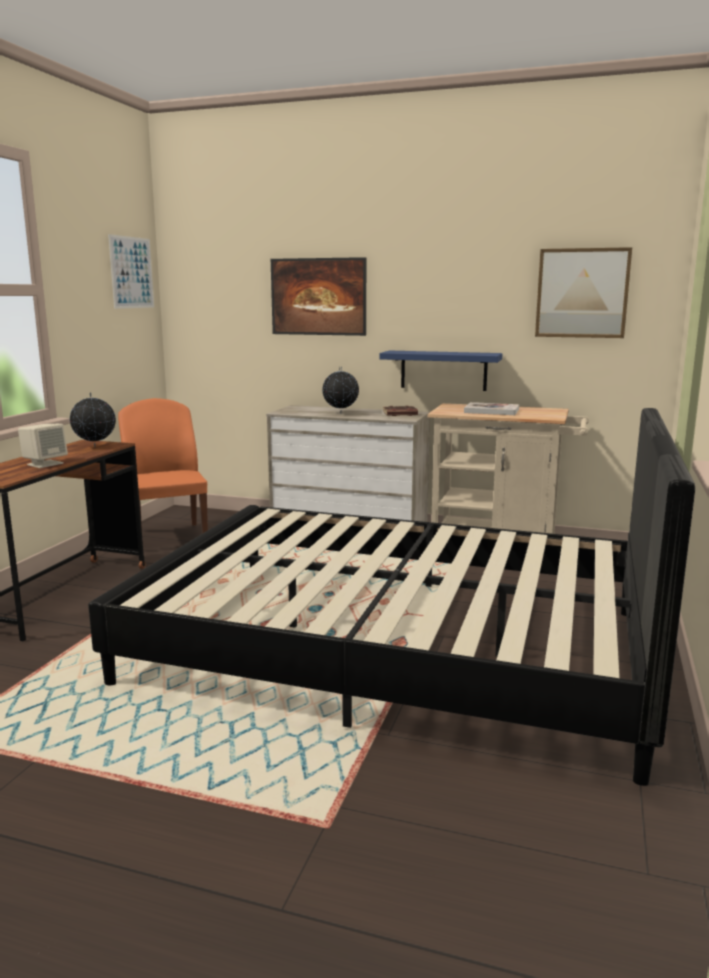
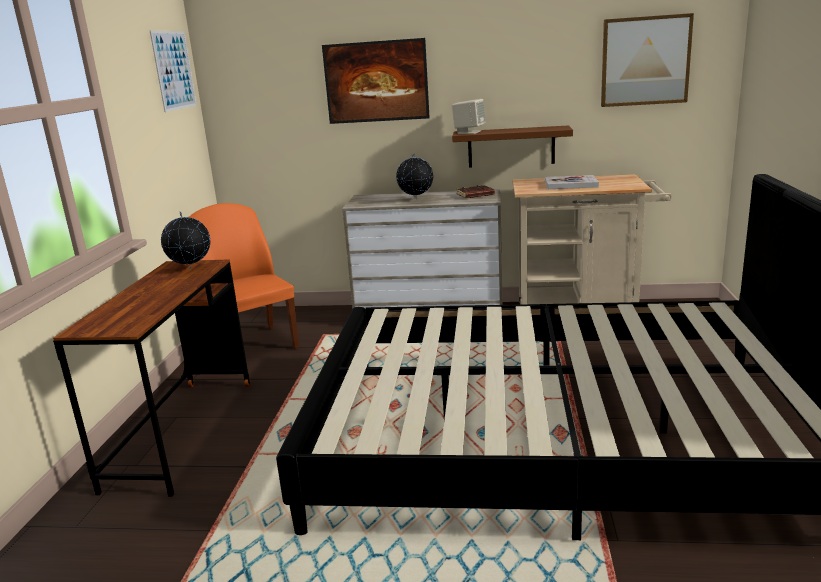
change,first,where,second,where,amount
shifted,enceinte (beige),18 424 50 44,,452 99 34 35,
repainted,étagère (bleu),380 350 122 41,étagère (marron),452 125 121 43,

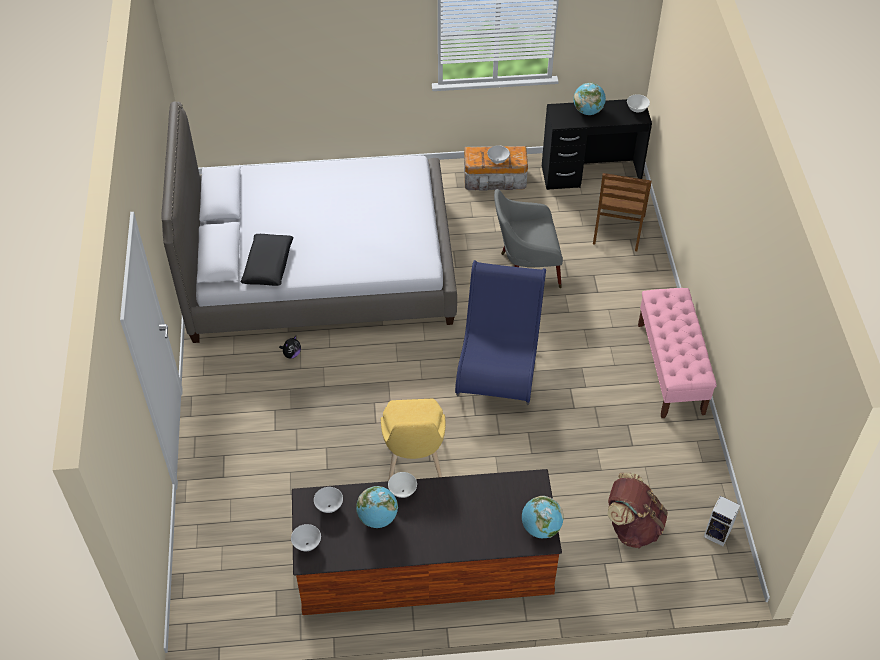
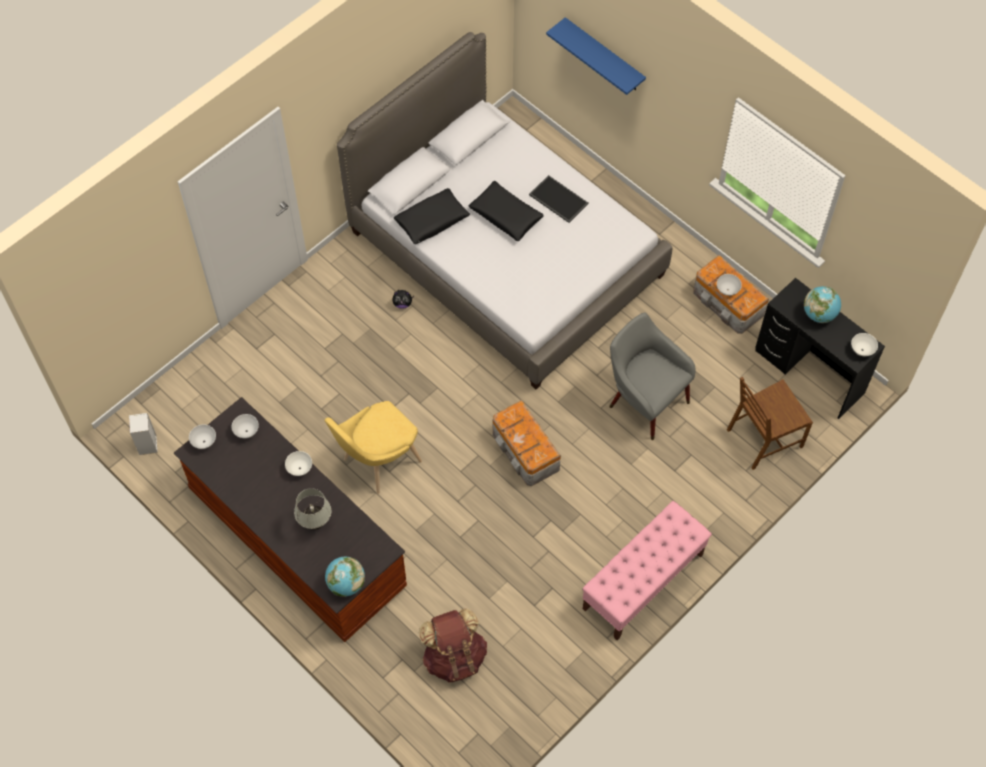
change,first,where,second,where,amount
gone,globe,356 486 42 42,,,
new,,,lampe de table (blanc),294 488 37 42,
new,,,coussin (noir),469 181 75 60,
new,,,plateau,529 175 60 48,
new,,,étagère (bleu),546 17 100 78,
shifted,enceinte,704 496 36 50,,129 413 29 42,
swapped,chaise (bleu),455 260 91 145,boîte de rangement,493 400 68 86,

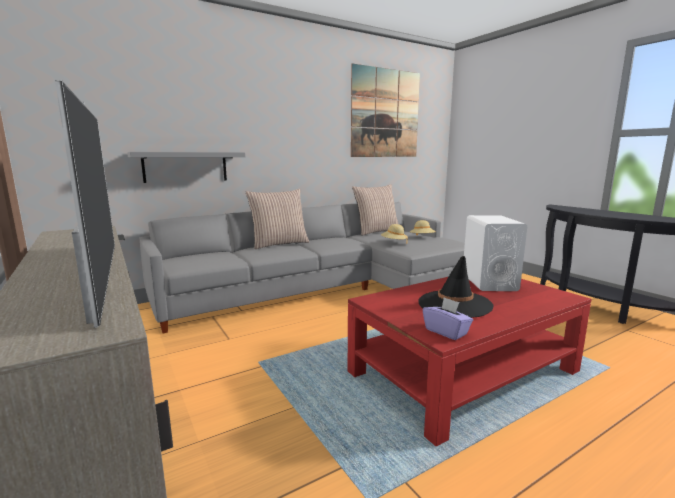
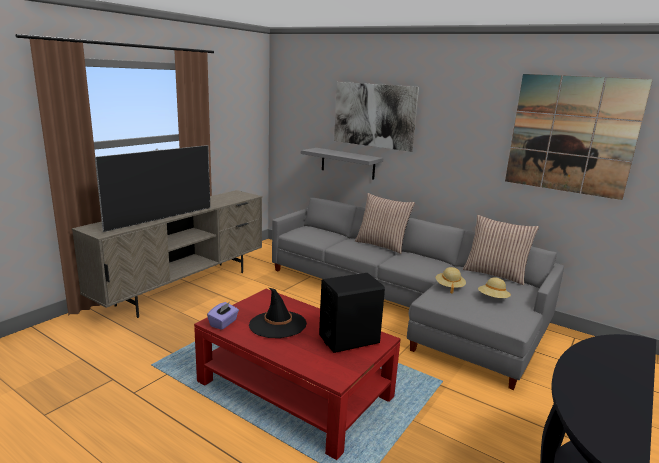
change,first,where,second,where,amount
new,,,tableau,334 82 85 70,
repainted,enceinte (blanc),464 215 63 76,enceinte (noir),319 273 66 80,

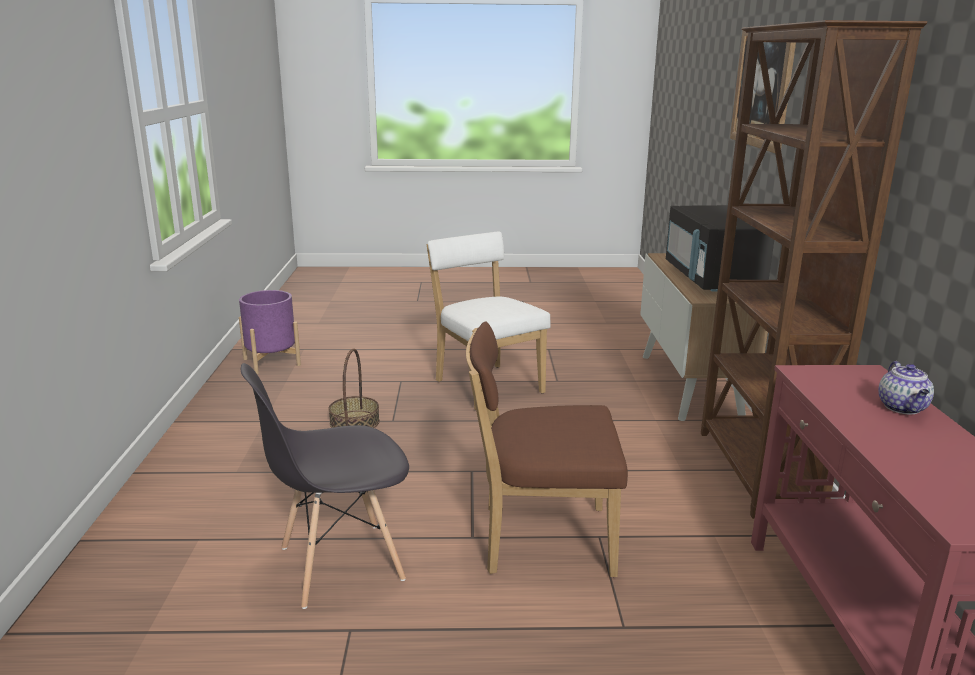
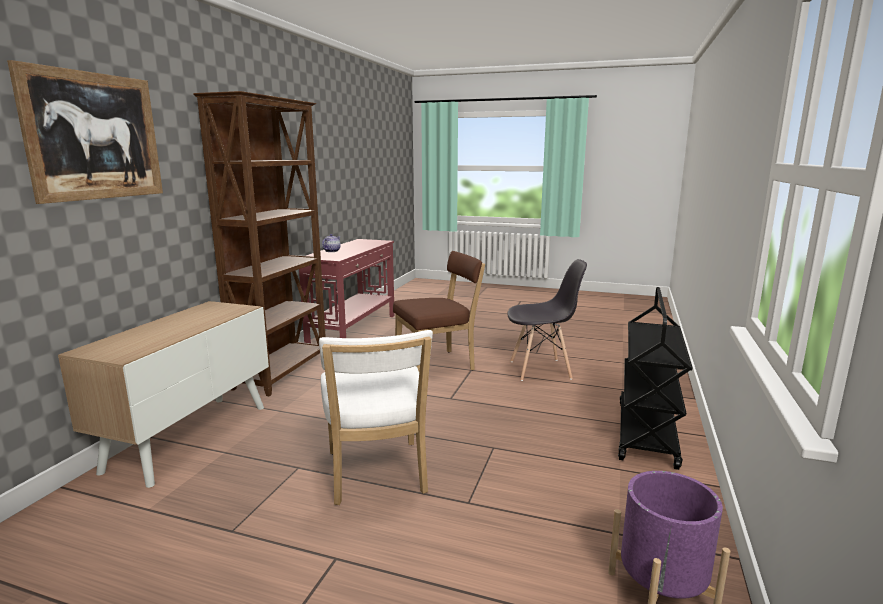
change,first,where,second,where,amount
gone,panier,328 349 52 79,,,
gone,micro-ondes (noir),666 205 108 86,,,
new,,,chariot (noir),618 287 75 183,
rotated,chaise (marron),466 321 162 256,,393 251 92 121,45 degrees counterclockwise

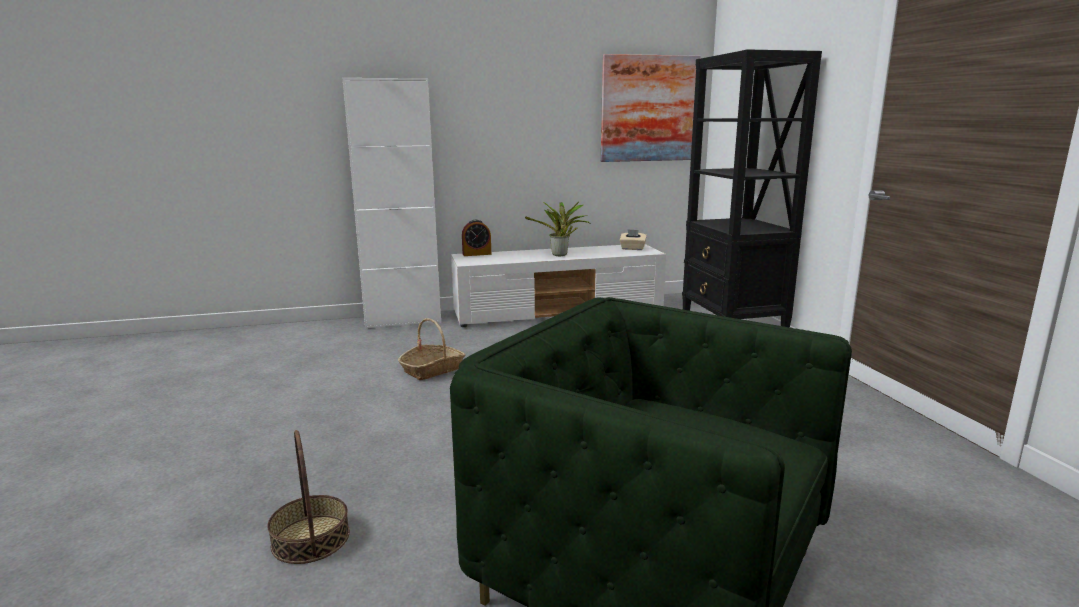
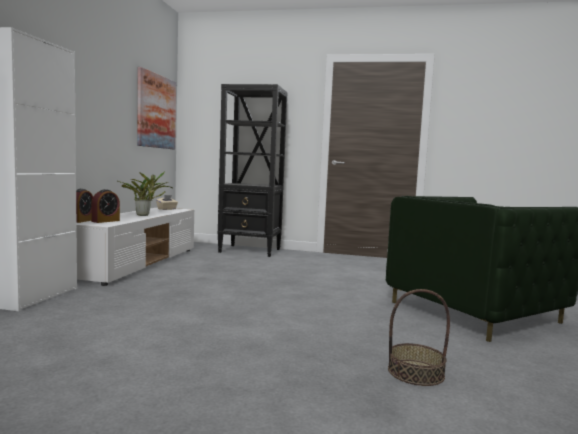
change,first,where,second,where,amount
gone,panier,398 318 67 62,,,
new,,,réveil,91 189 29 34,

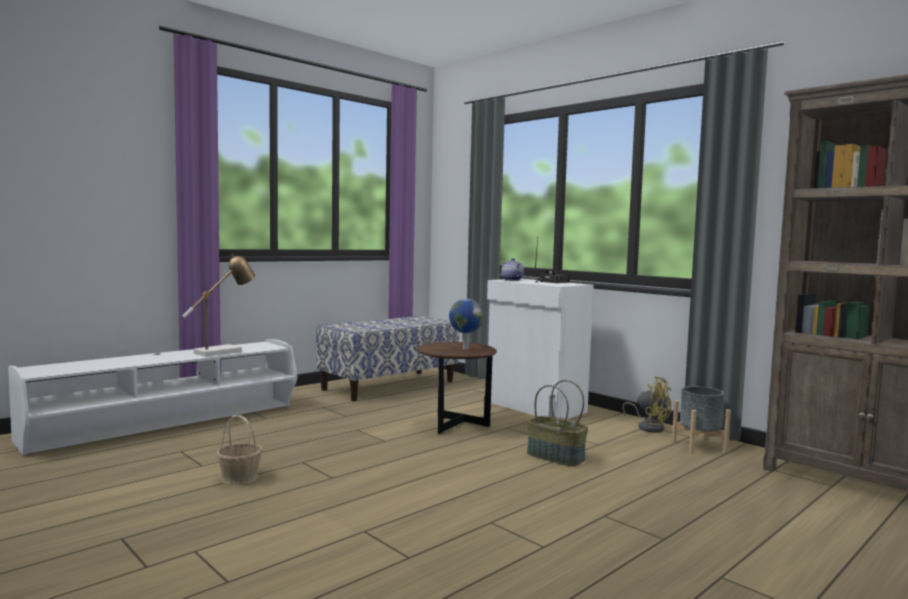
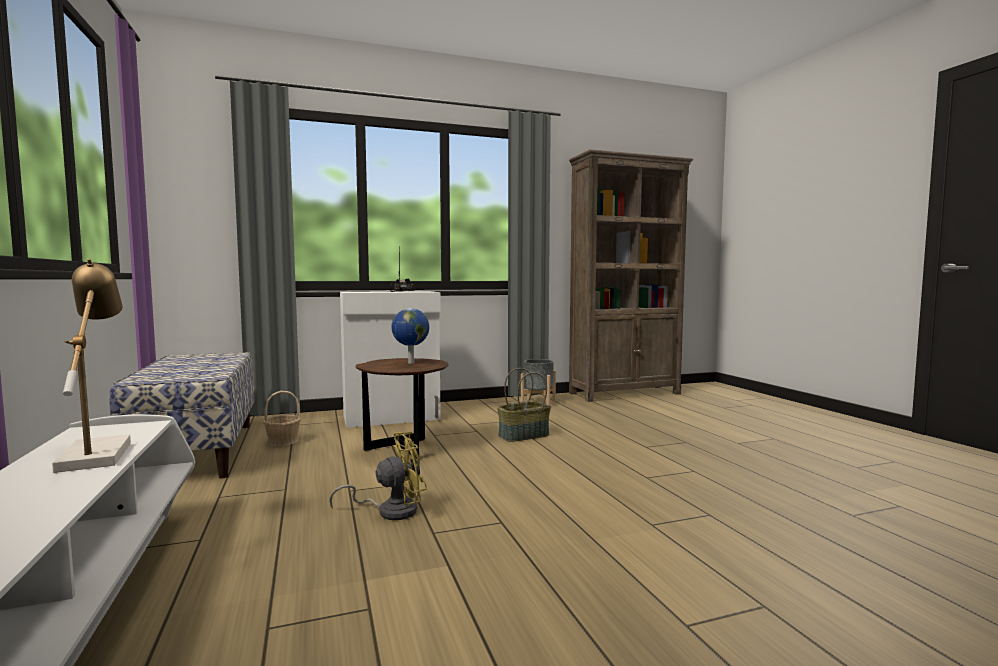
change,first,where,second,where,amount
gone,théière,501 258 23 23,,,
shifted,panier,216 415 47 70,,263 391 38 55,
shifted,ventilateur (jaune),622 376 49 56,,329 432 98 88,

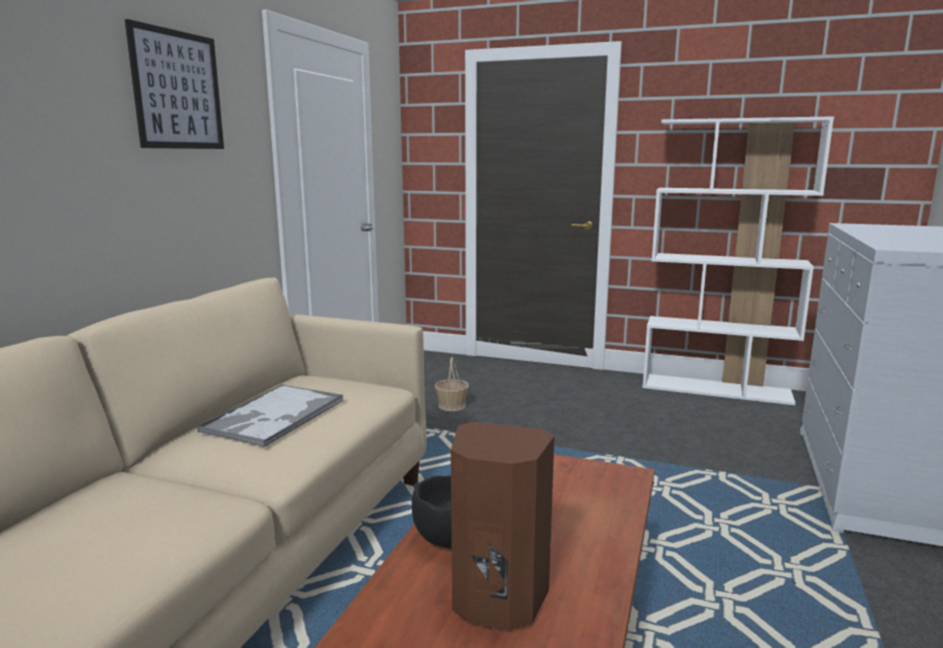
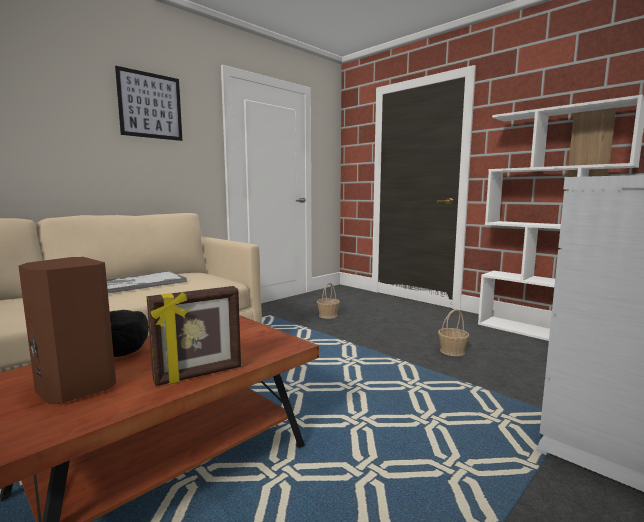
change,first,where,second,where,amount
new,,,cadre photo,147 286 94 100,
new,,,panier,438 309 31 47,

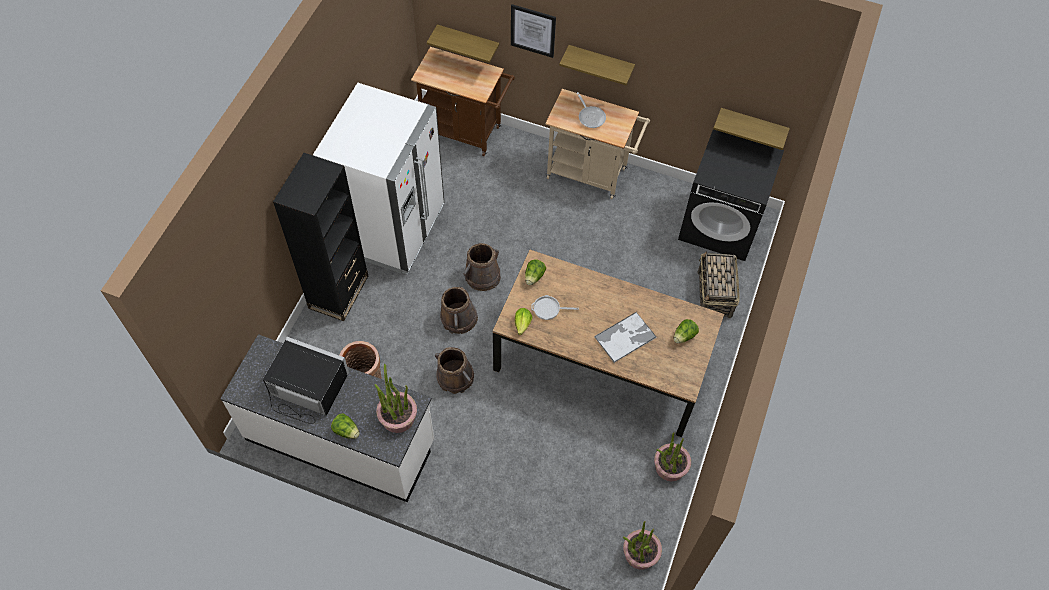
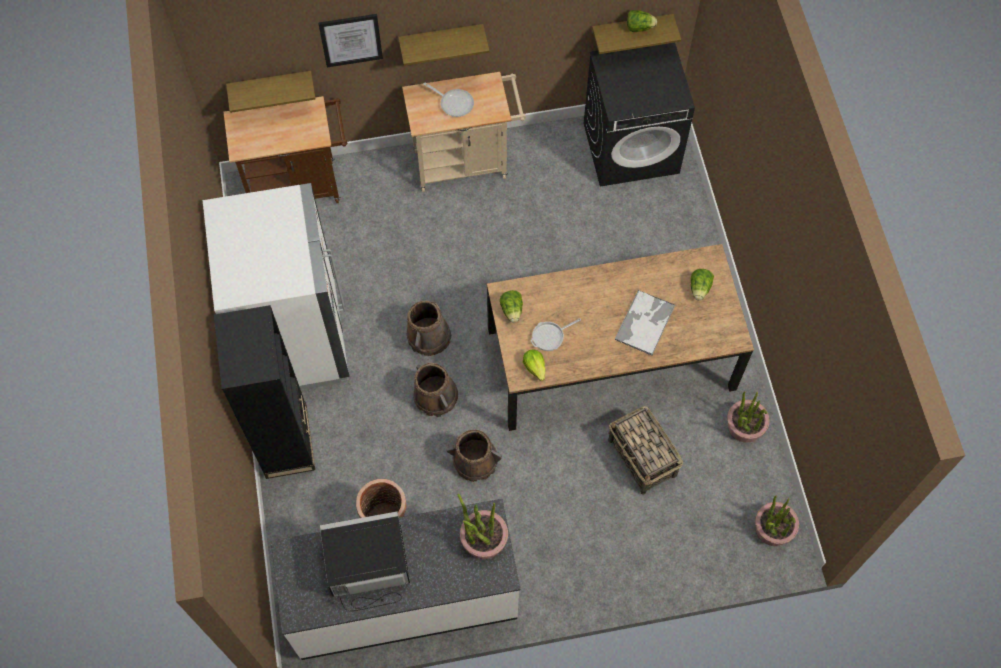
change,first,where,second,where,amount
shifted,laitue,331 413 29 26,,627 10 30 22,
shifted,panier,697 251 43 67,,608 406 75 89,

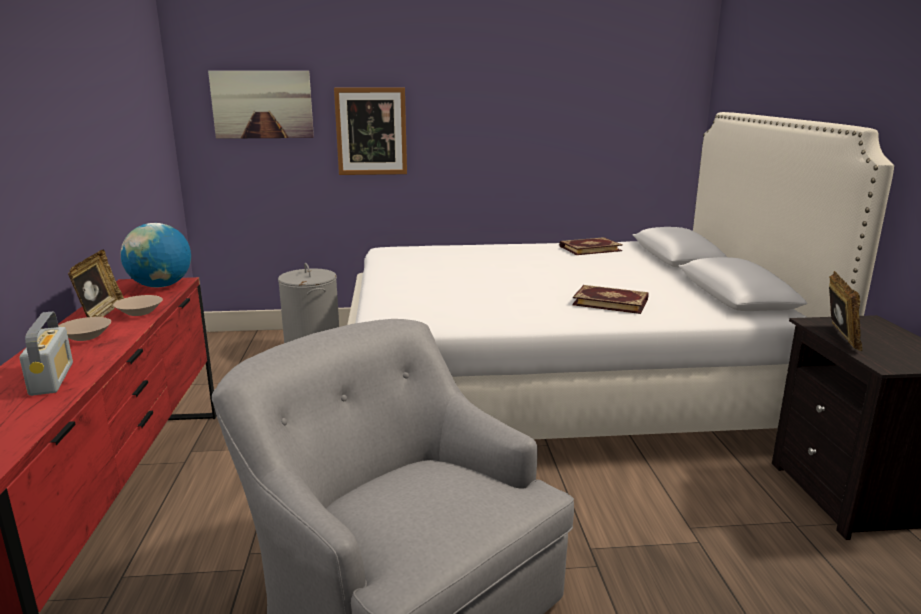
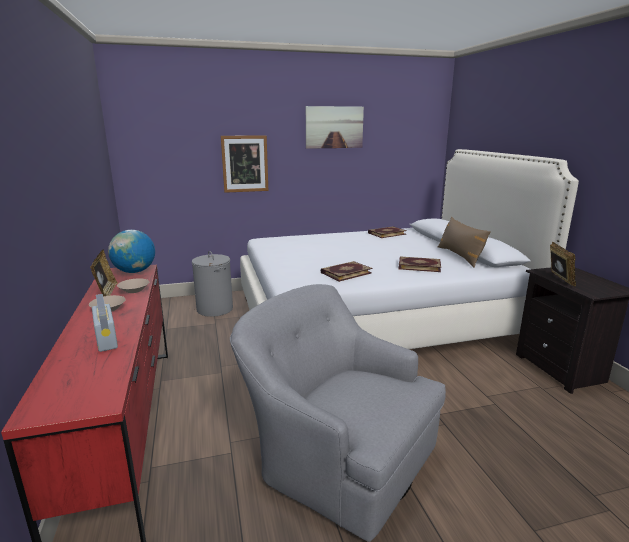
change,first,where,second,where,amount
new,,,livre,321 261 51 21,
new,,,coussin (marron),438 217 53 51,
shifted,tableau,208 71 106 68,,306 106 58 43,

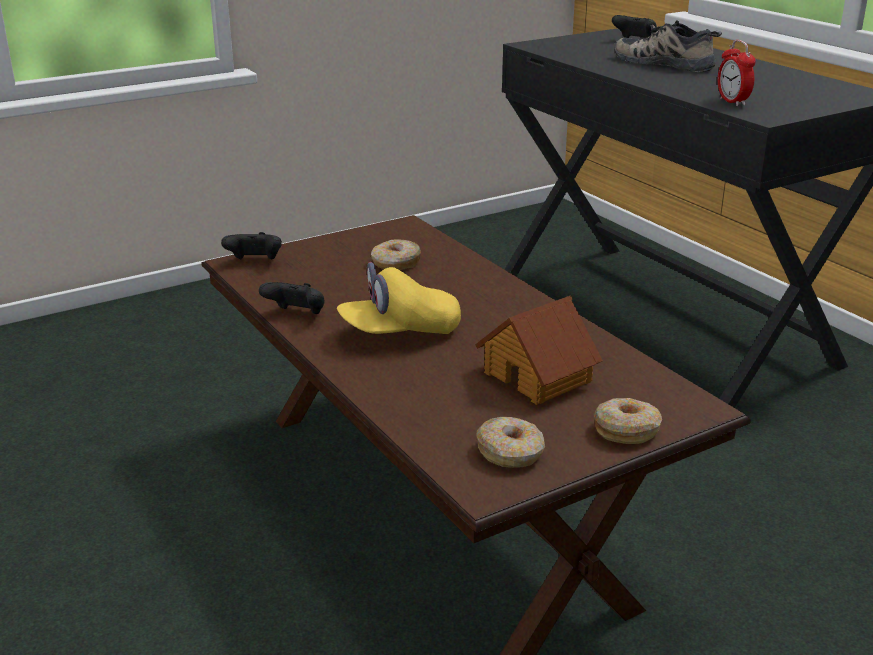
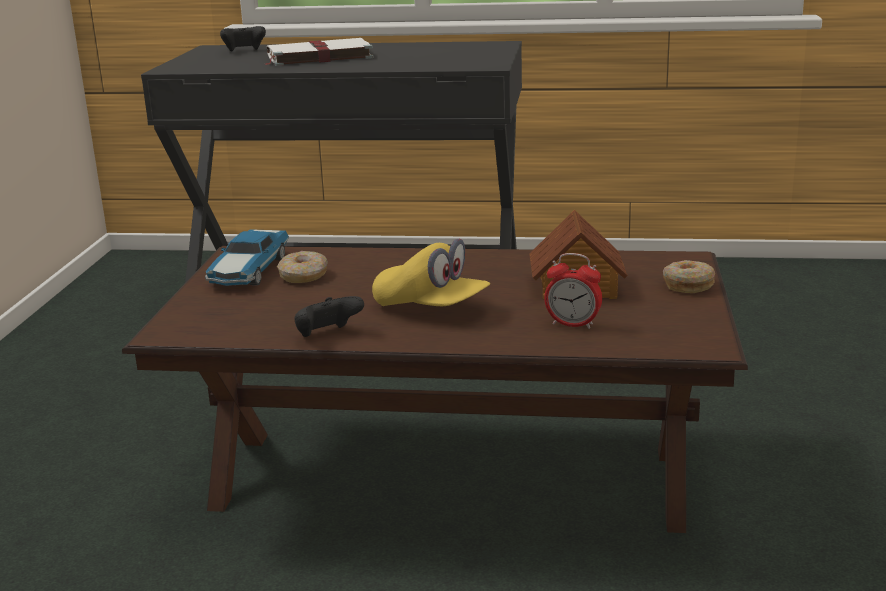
change,first,where,second,where,amount
gone,manette (noir),221 232 61 28,,,
gone,beignet,477 417 68 51,,,
new,,,petite voiture,205 229 84 57,
shifted,réveil,717 40 39 66,,544 253 58 76,
swapped,chaussure,615 20 107 52,livre (blanc),265 38 109 28,
rotated,casquette (jaune),337 262 124 72,,372 239 118 67,75 degrees counterclockwise

